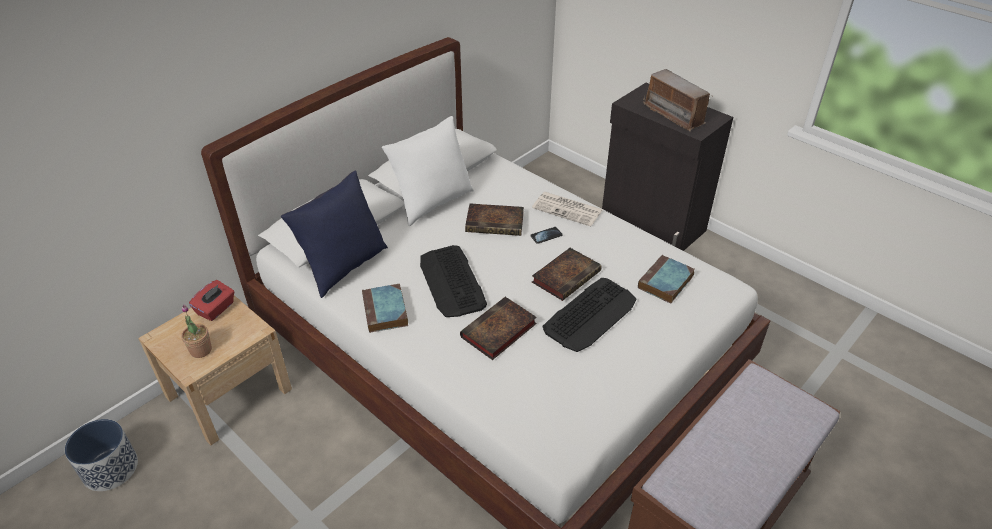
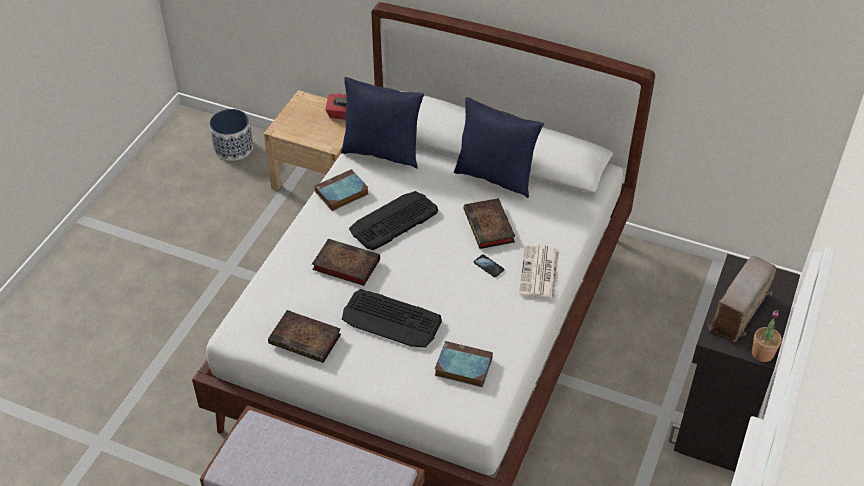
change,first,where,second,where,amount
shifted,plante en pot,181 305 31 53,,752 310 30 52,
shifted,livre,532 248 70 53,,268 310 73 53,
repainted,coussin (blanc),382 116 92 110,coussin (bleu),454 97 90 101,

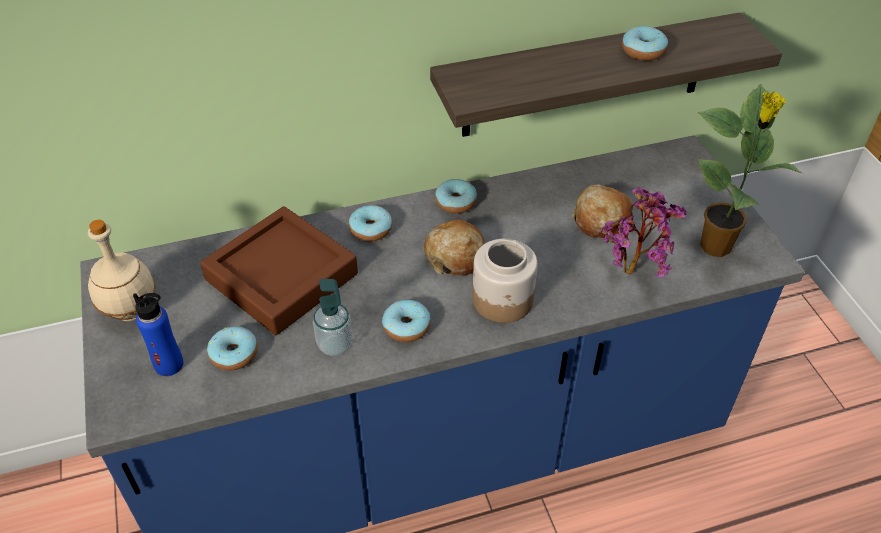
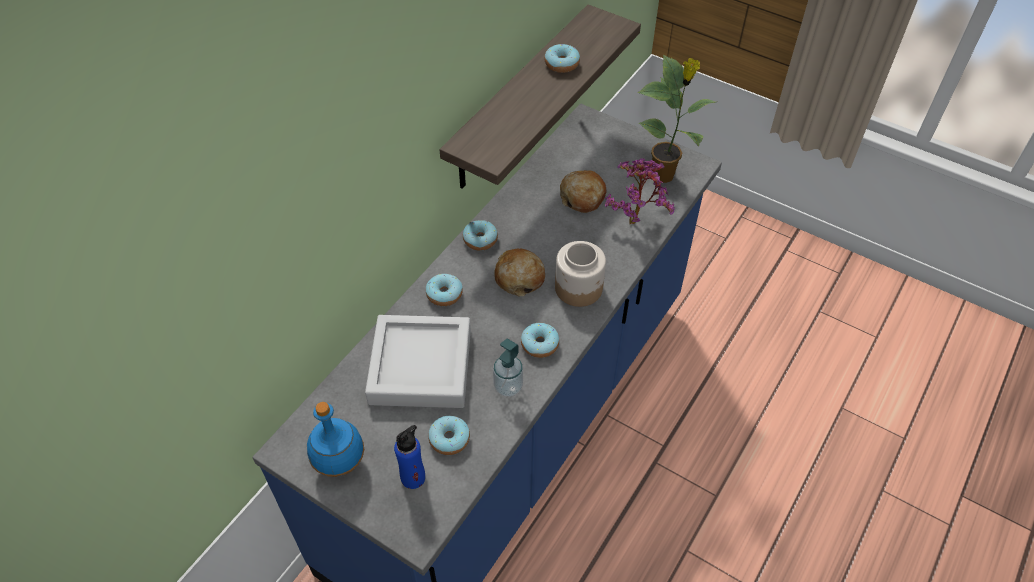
change,first,where,second,where,amount
repainted,bouteille (beige),88 220 68 101,bouteille (bleu),307 402 57 75,
repainted,plateau (marron),200 206 158 129,plateau (gris),365 315 106 93,

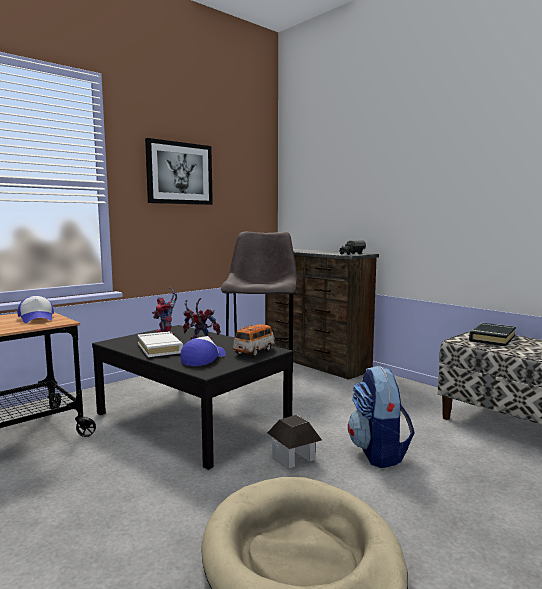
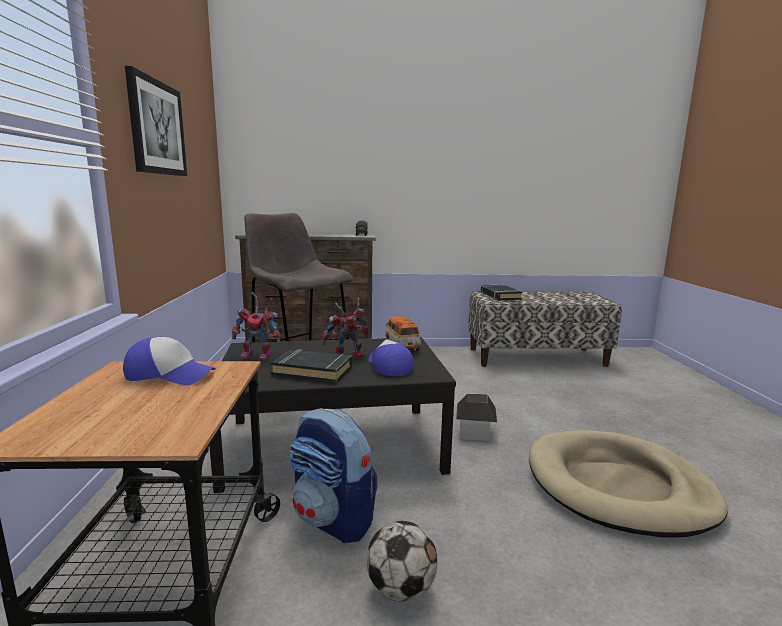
change,first,where,second,where,amount
new,,,ballon de foot,367 521 71 81,
shifted,sac à dos,348 366 67 102,,290 408 87 135,
repainted,livre (blanc),138 332 45 25,livre (noir),270 349 82 34,

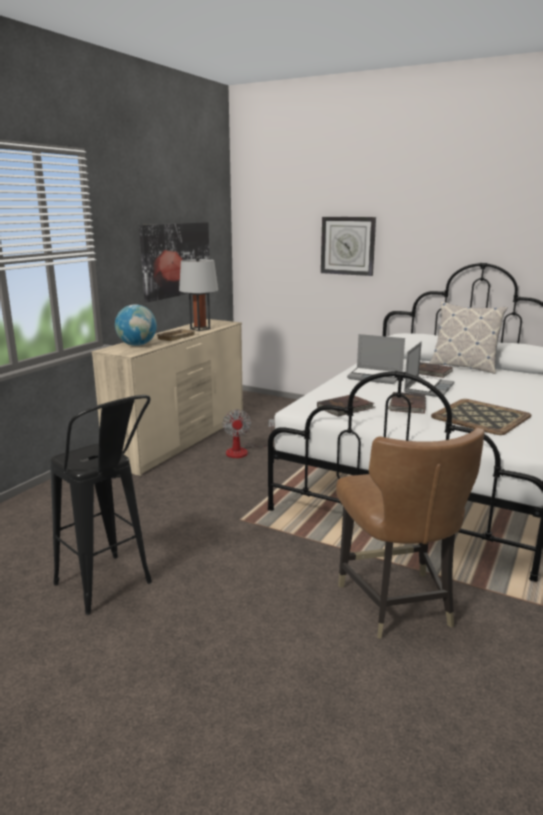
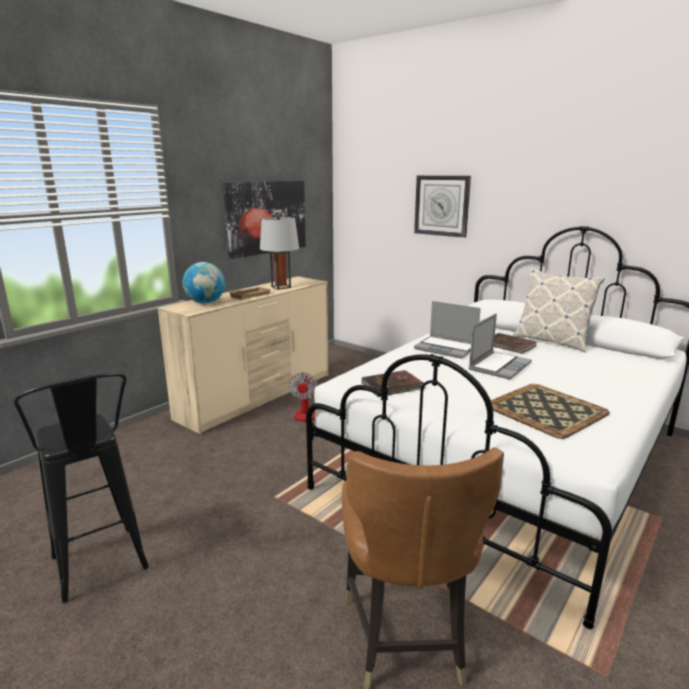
change,first,where,second,where,amount
gone,livre (marron),388 392 38 22,,,

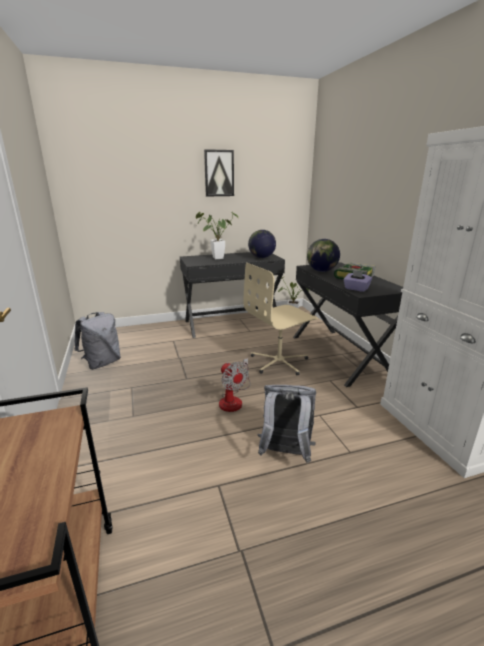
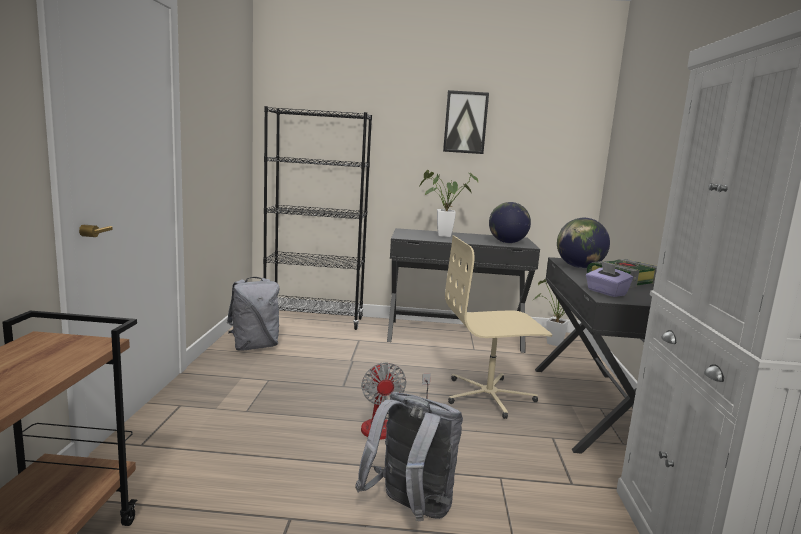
change,first,where,second,where,amount
new,,,bibliothèque (noir),263 106 109 224,

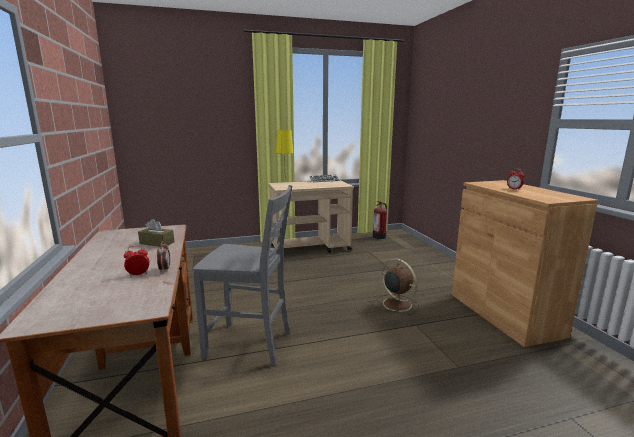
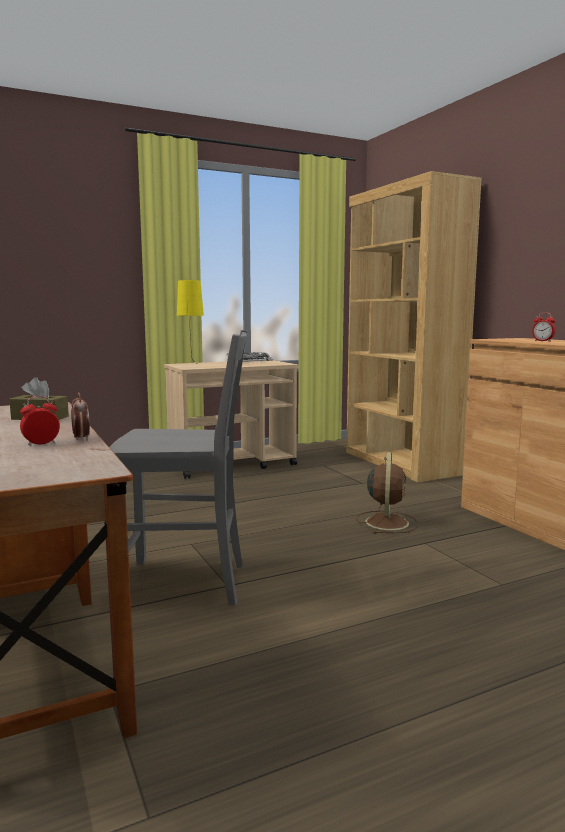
change,first,where,second,where,amount
gone,extincteur,373 201 14 38,,,
new,,,bibliothèque (marron),346 171 136 311,
rotated,ventilateur (marron),374 259 45 57,,356 452 62 82,60 degrees clockwise

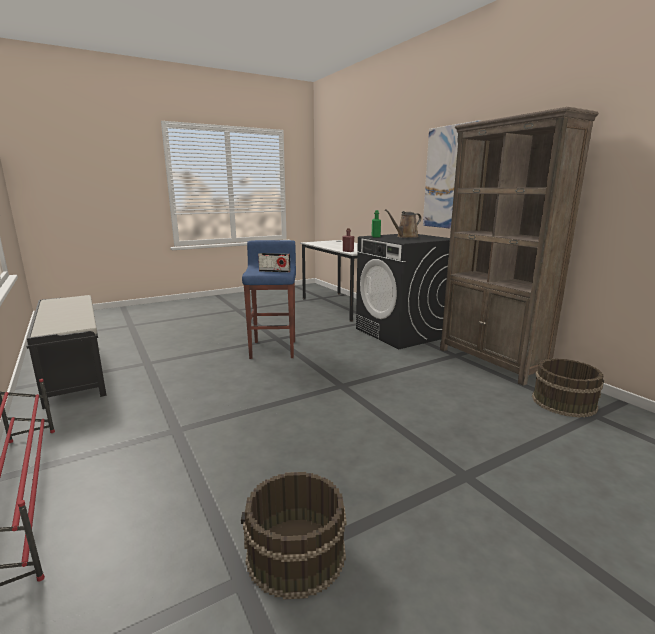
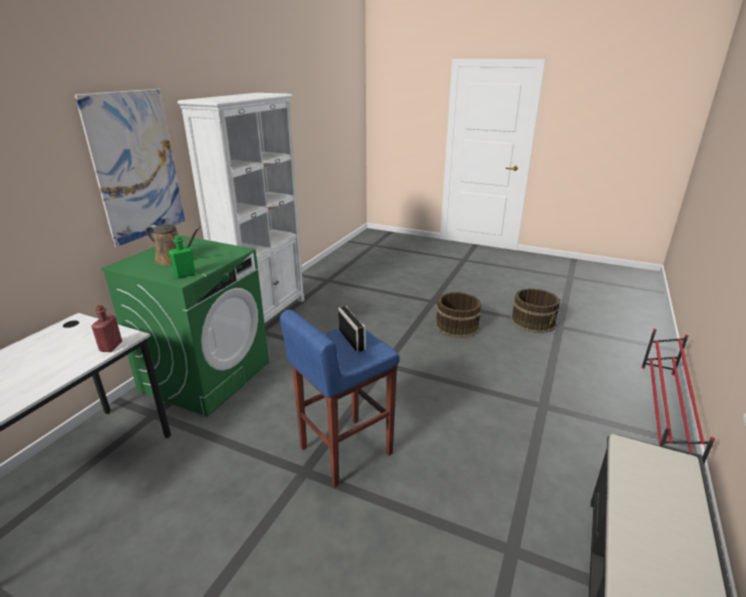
change,first,where,second,where,amount
shifted,seau (marron),532 358 72 60,,435 292 47 46,
repainted,lave-linge (noir),356 234 94 115,lave-linge (vert),101 236 168 181,
repainted,bibliothèque (marron),440 107 159 279,bibliothèque (blanc),178 93 126 230,

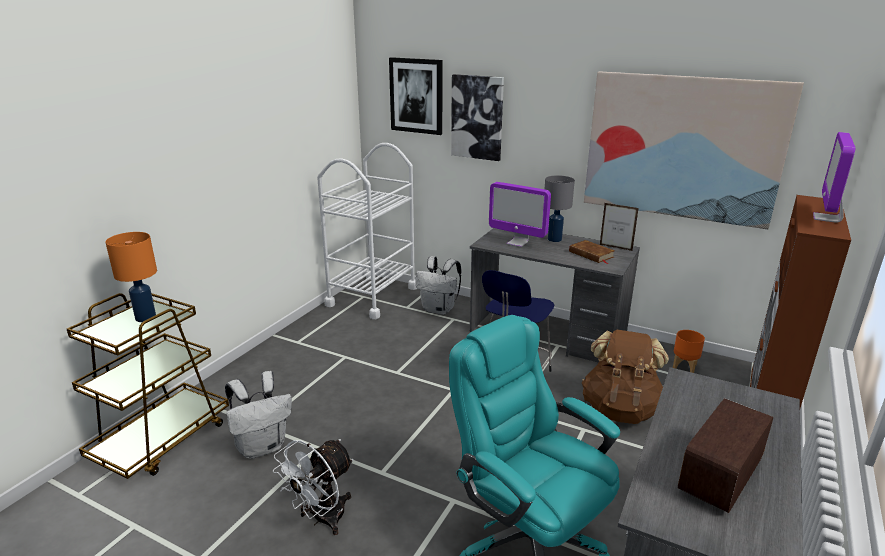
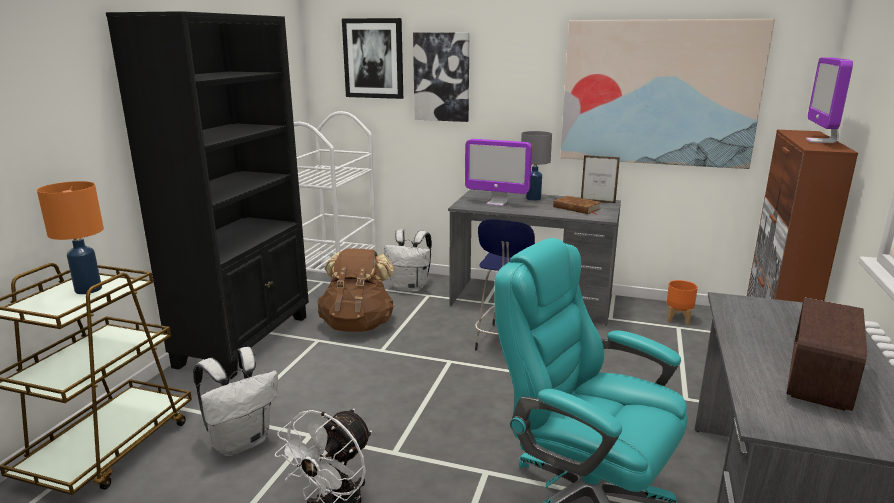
change,first,where,second,where,amount
new,,,bibliothèque (noir),106 11 203 368,
shifted,sac à dos (marron),582 330 87 94,,317 248 78 84,

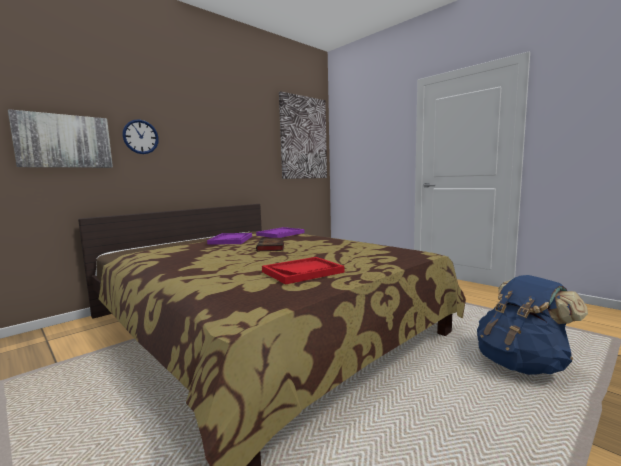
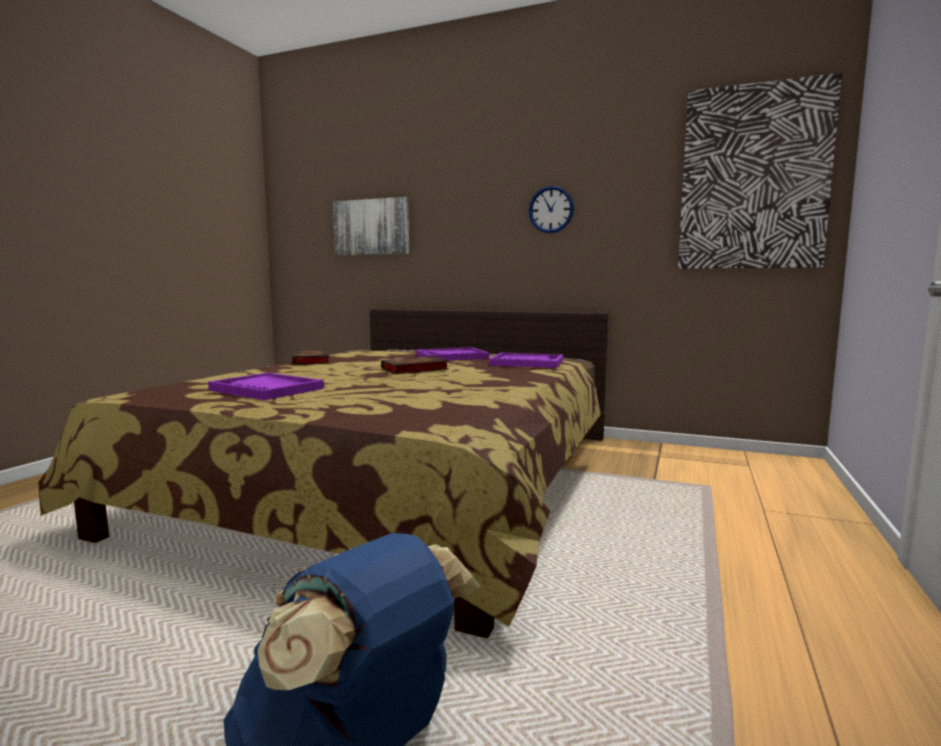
change,first,where,second,where,amount
new,,,livre,292 349 38 15,
shifted,horloge murale,122 119 37 35,,529 186 45 47,
repainted,plateau (rouge),262 257 82 28,plateau (violet),208 373 116 27,

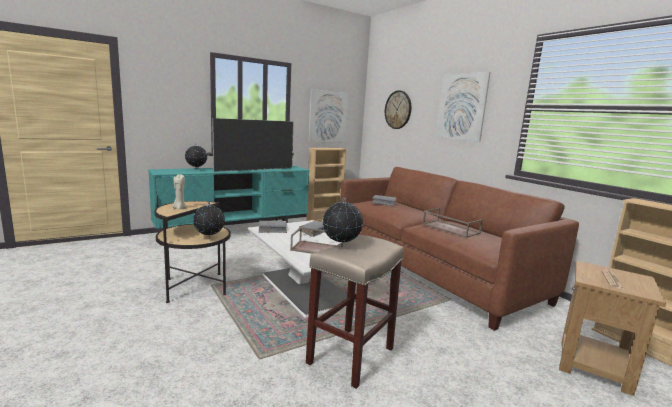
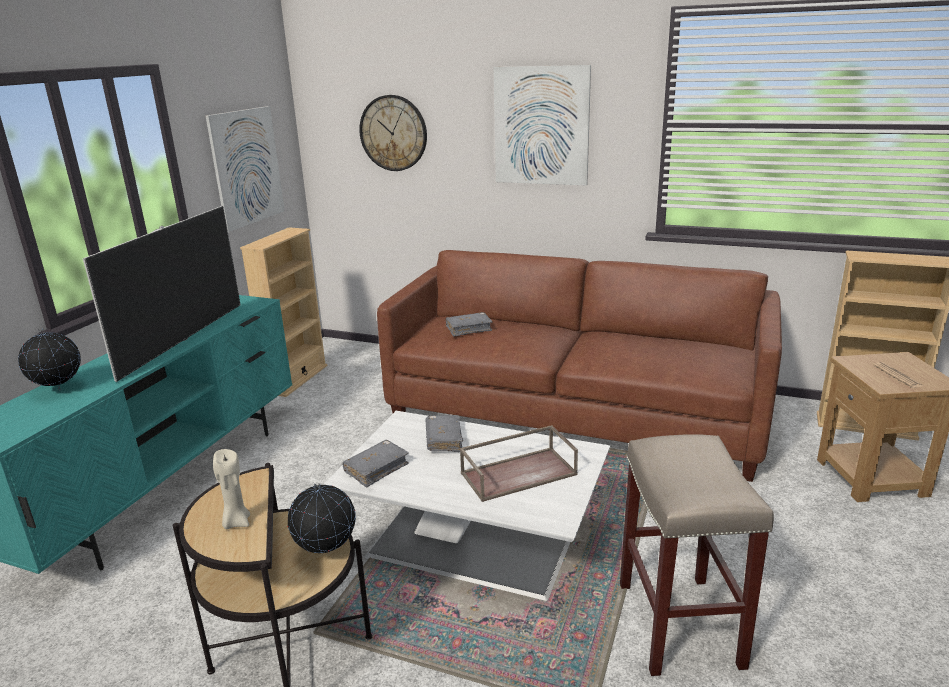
change,first,where,second,where,amount
gone,globe,323 198 40 49,,,
gone,plateau (marron),423 208 60 30,,,

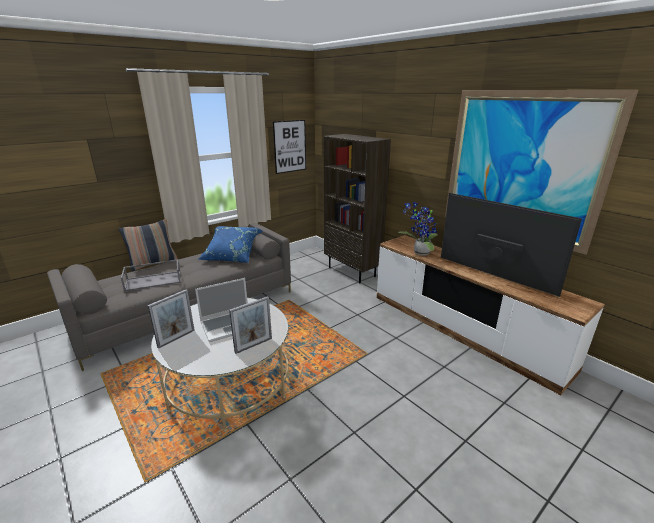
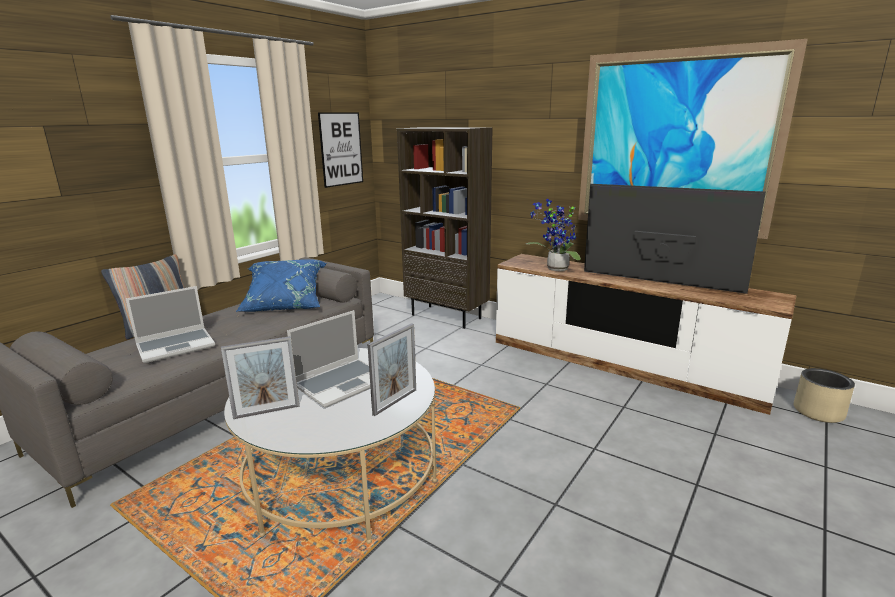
change,first,where,second,where,amount
new,,,cache-pot (beige),794 368 61 55,
swapped,plateau (gris),121 260 60 31,ordinateur portable,126 286 89 77,
rotated,cadre photo,148 289 47 60,,221 336 79 83,45 degrees clockwise

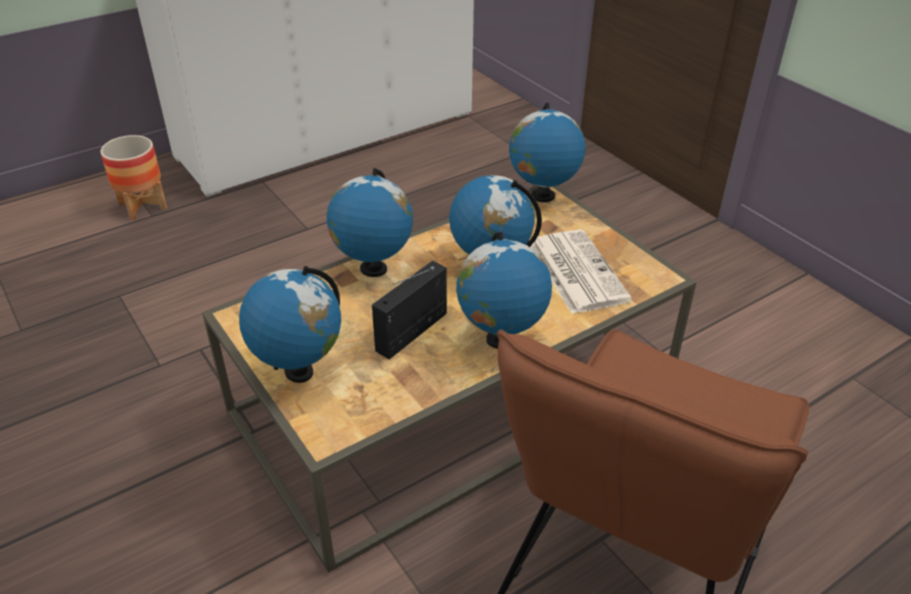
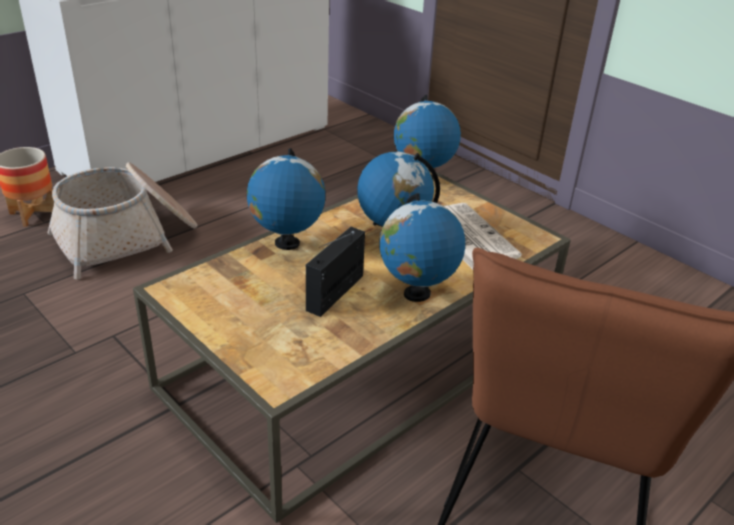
change,first,where,second,where,amount
gone,globe,239 266 102 117,,,
new,,,panier,47 162 150 117,

